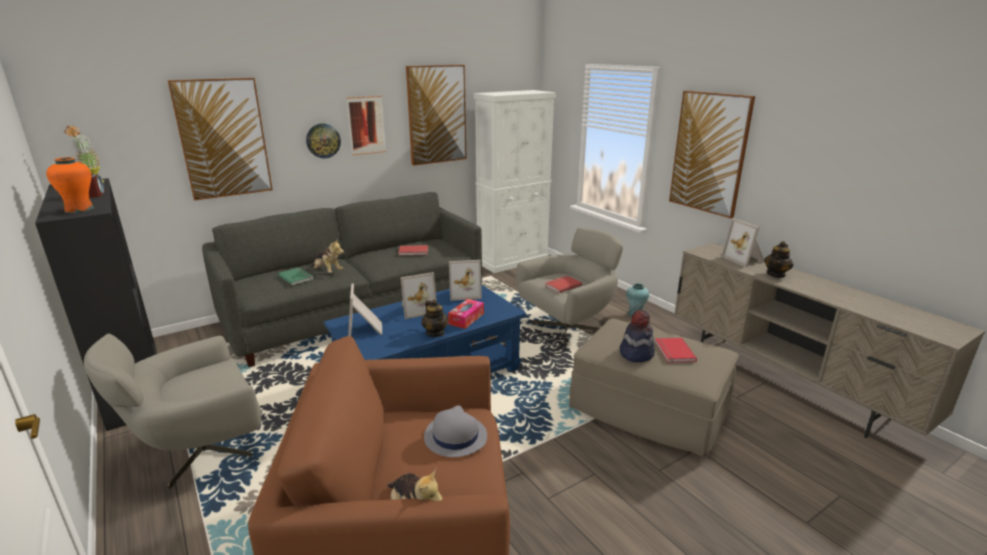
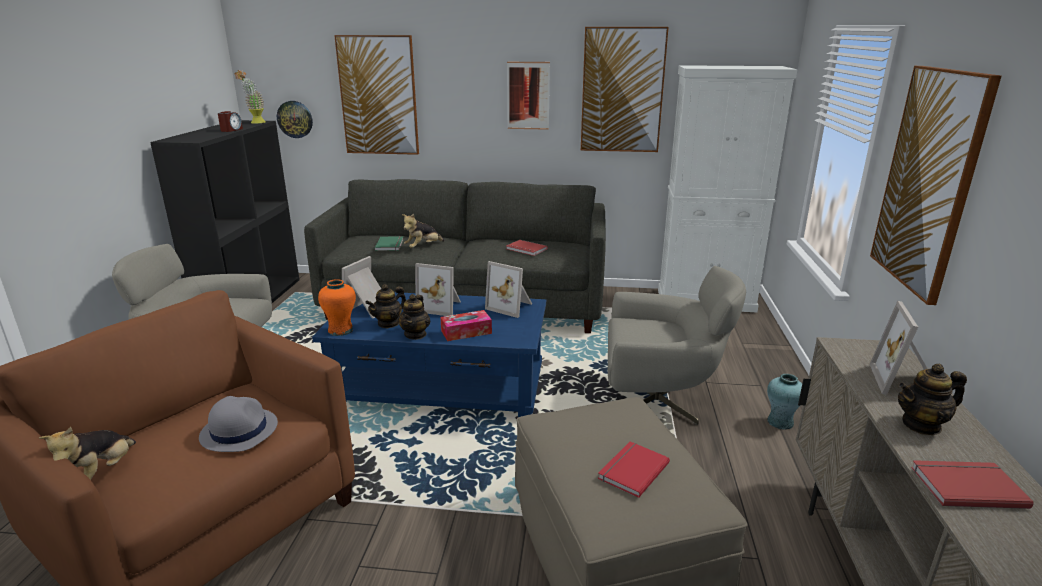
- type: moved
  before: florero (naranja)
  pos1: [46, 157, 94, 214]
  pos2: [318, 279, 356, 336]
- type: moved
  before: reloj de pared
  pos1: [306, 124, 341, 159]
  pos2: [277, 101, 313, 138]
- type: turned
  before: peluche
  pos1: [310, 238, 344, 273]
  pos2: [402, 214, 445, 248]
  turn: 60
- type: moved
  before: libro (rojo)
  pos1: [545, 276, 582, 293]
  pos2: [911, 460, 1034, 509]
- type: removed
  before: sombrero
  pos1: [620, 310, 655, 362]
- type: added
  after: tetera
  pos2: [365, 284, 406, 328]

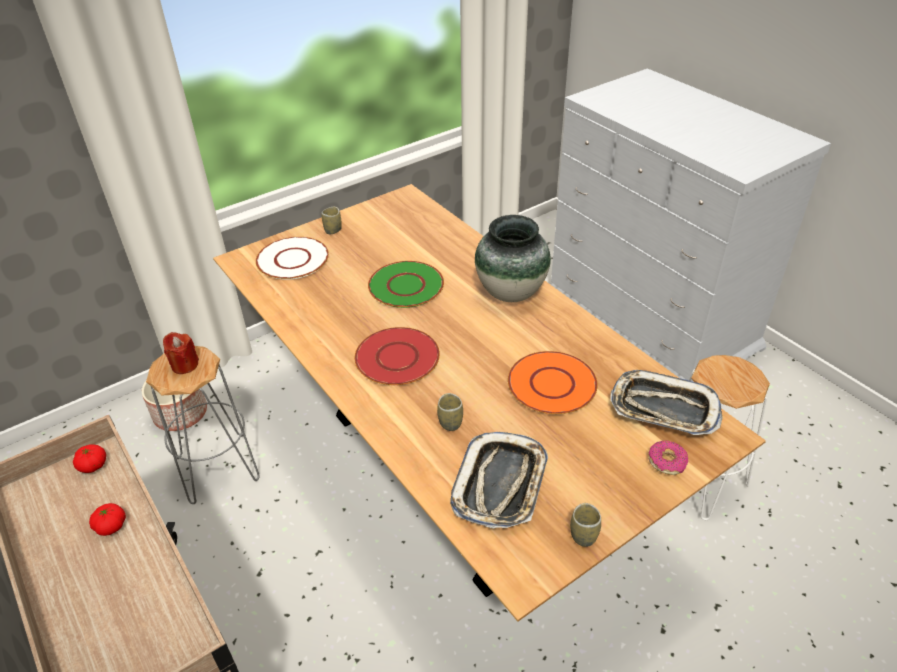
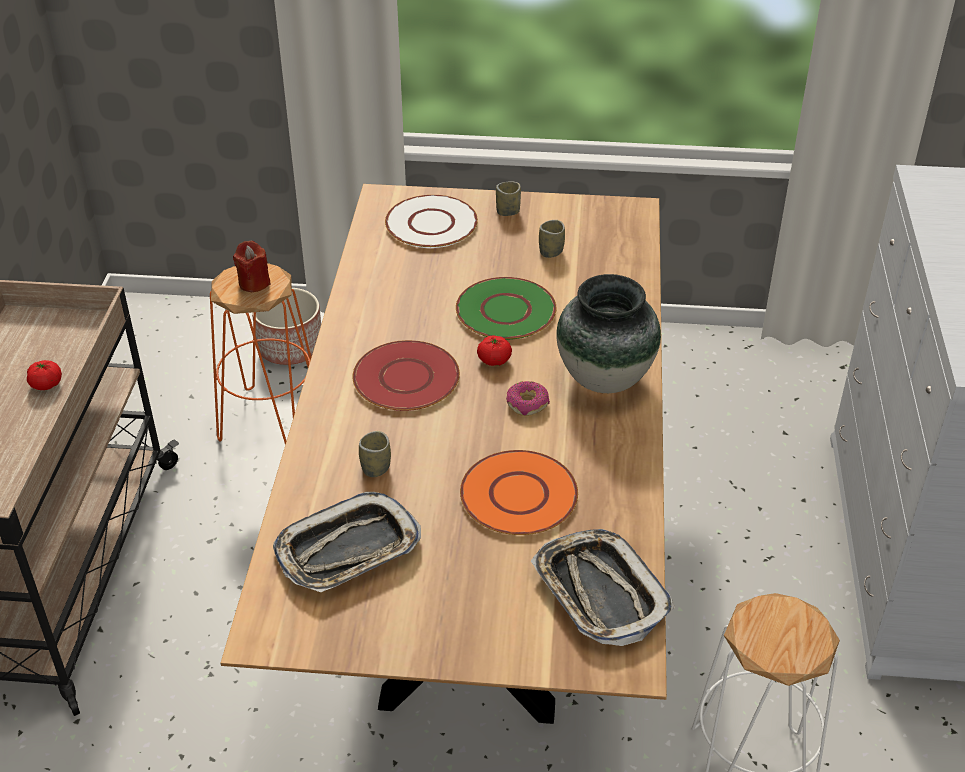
- type: moved
  before: tomate
  pos1: [73, 444, 106, 473]
  pos2: [477, 335, 512, 366]
- type: recoloured
  before: taburete (gris)
  after: taburete (naranja)
  pos1: [146, 346, 260, 504]
  pos2: [210, 263, 311, 444]
- type: moved
  before: taza
  pos1: [570, 503, 601, 547]
  pos2: [539, 220, 565, 258]
- type: moved
  before: rosquilla
  pos1: [648, 441, 688, 475]
  pos2: [506, 381, 550, 416]

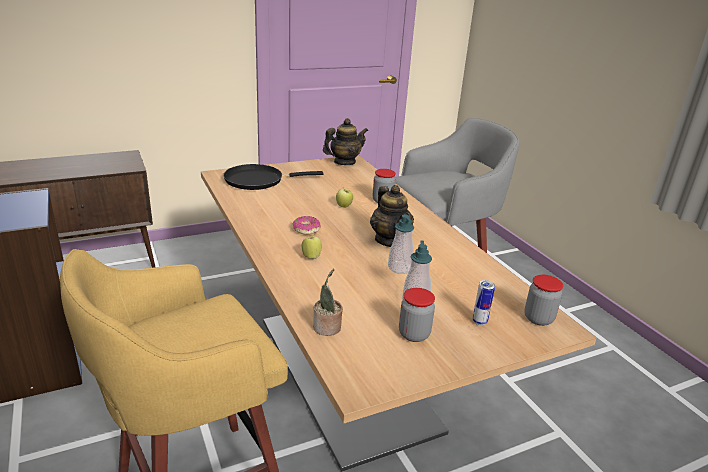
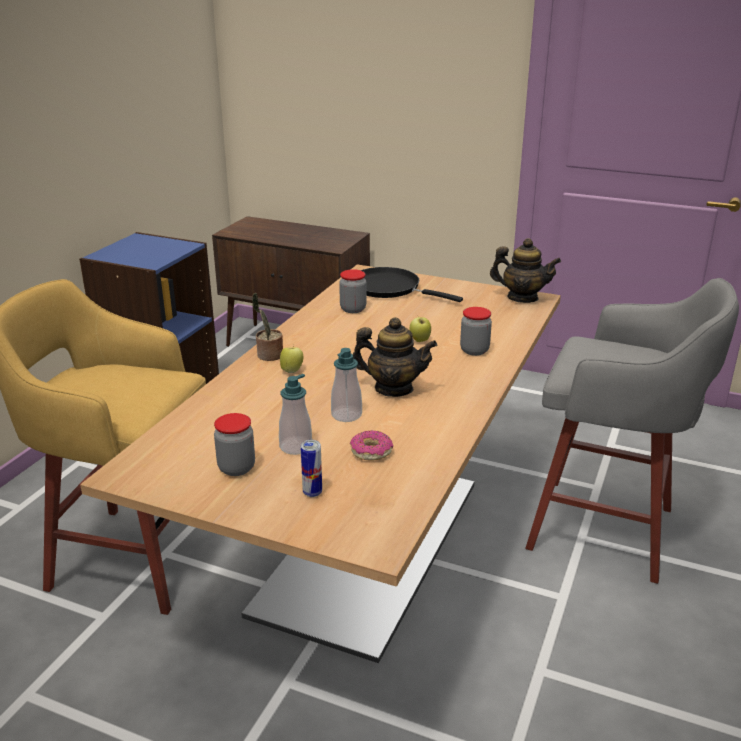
- type: moved
  before: rosquilla
  pos1: [293, 216, 321, 234]
  pos2: [350, 430, 393, 461]
- type: moved
  before: planta en maceta
  pos1: [313, 268, 343, 336]
  pos2: [252, 293, 283, 361]
- type: turned
  before: tetera
  pos1: [370, 185, 414, 247]
  pos2: [353, 317, 437, 397]
  turn: -105
- type: moved
  before: tarro
  pos1: [525, 275, 563, 326]
  pos2: [339, 269, 366, 313]

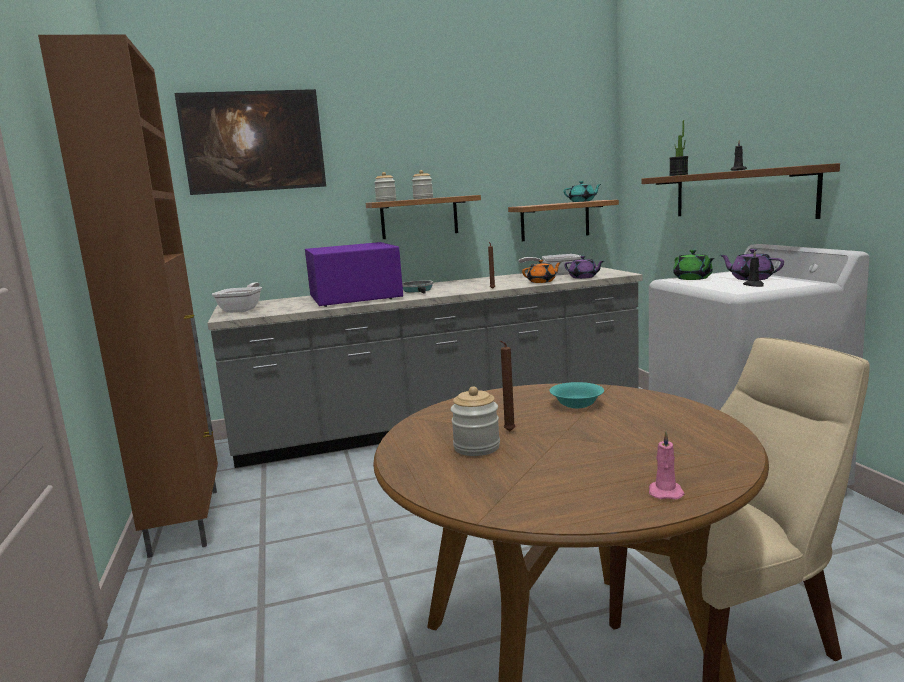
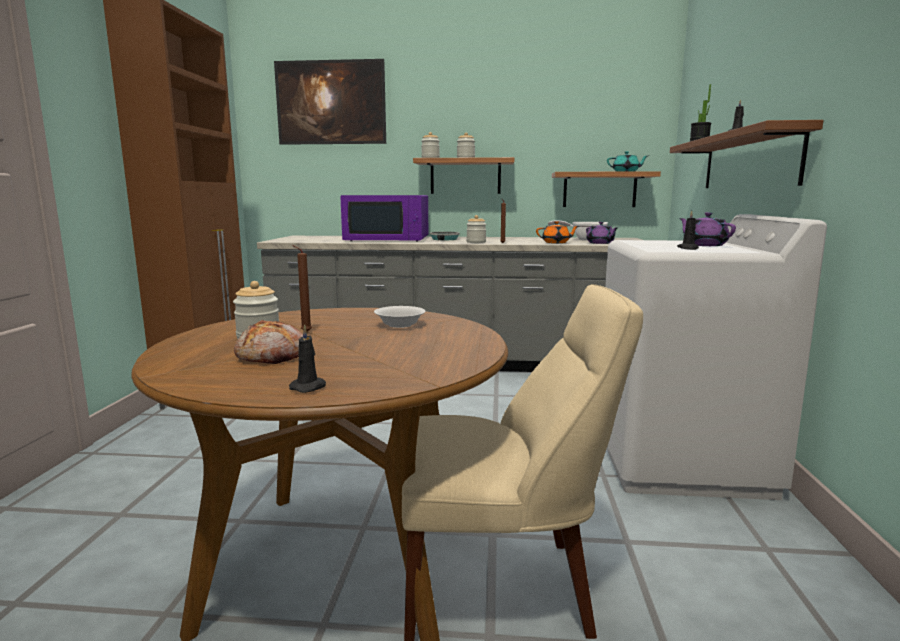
- type: removed
  before: sartén
  pos1: [212, 282, 262, 313]
- type: turned
  before: microondas (morado)
  pos1: [305, 242, 403, 307]
  pos2: [340, 195, 428, 242]
  turn: 90
- type: recoloured
  before: cuenco (turquesa)
  after: cuenco (blanco)
  pos1: [549, 382, 604, 408]
  pos2: [374, 306, 426, 328]
- type: recoloured
  before: vela (rosa)
  after: vela (negro)
  pos1: [649, 431, 684, 500]
  pos2: [289, 325, 326, 393]
- type: removed
  before: tetera (verde)
  pos1: [673, 250, 715, 280]
- type: added
  after: pan
  pos2: [234, 320, 303, 364]
- type: added
  after: tarro
  pos2: [466, 215, 486, 243]

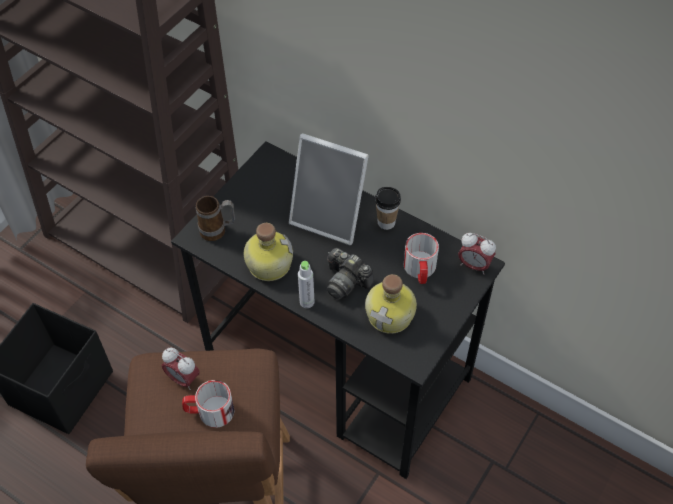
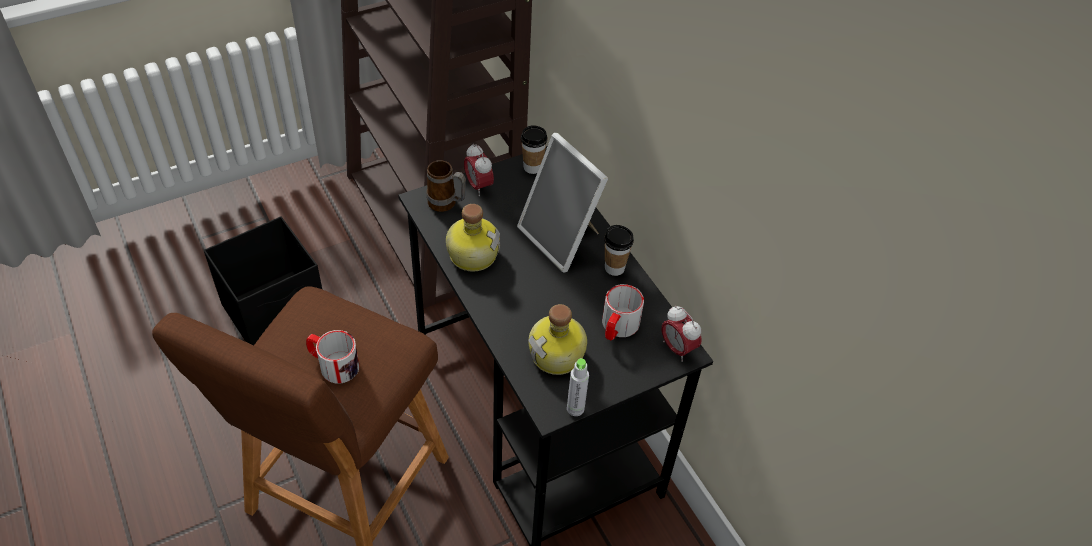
- type: moved
  before: despertador
  pos1: [162, 348, 200, 390]
  pos2: [464, 144, 494, 196]
- type: moved
  before: botella (gris)
  pos1: [298, 261, 315, 308]
  pos2: [567, 358, 589, 416]
- type: removed
  before: cámara
  pos1: [327, 248, 374, 300]
- type: added
  after: taza
  pos2: [521, 125, 548, 174]

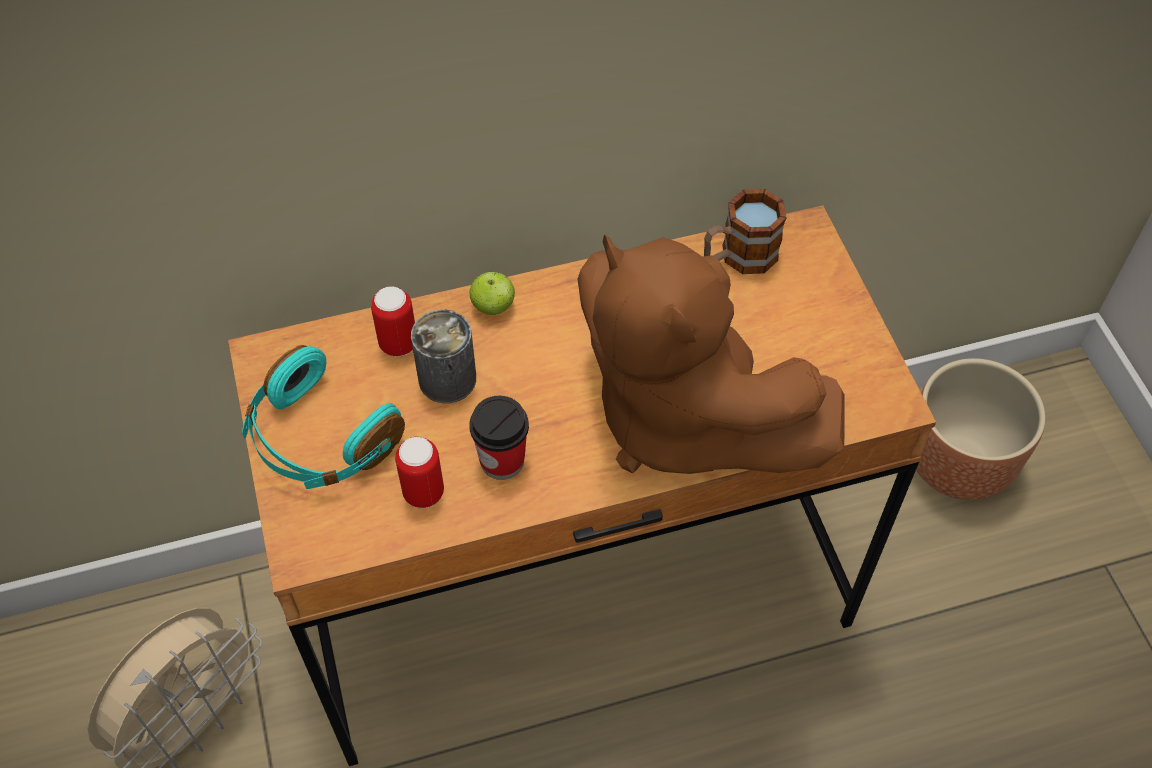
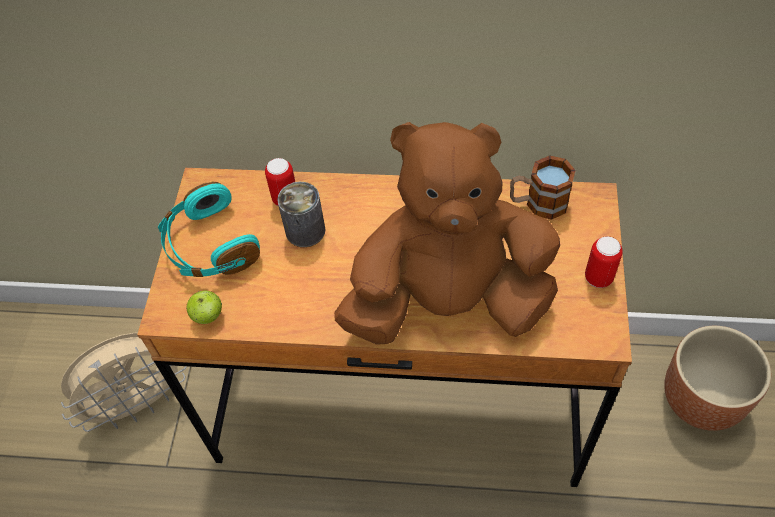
- type: moved
  before: lata
  pos1: [395, 437, 444, 508]
  pos2: [585, 236, 623, 288]
- type: moved
  before: manzana
  pos1: [469, 272, 515, 315]
  pos2: [186, 291, 222, 324]
- type: removed
  before: taza
  pos1: [469, 396, 529, 480]
- type: turned
  before: peluche (marrón)
  pos1: [578, 235, 845, 474]
  pos2: [334, 122, 560, 345]
  turn: 105

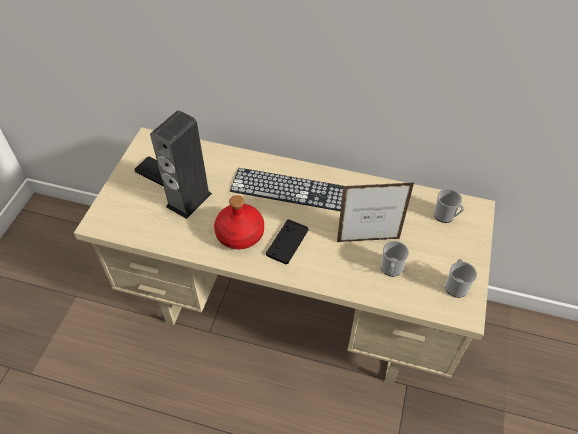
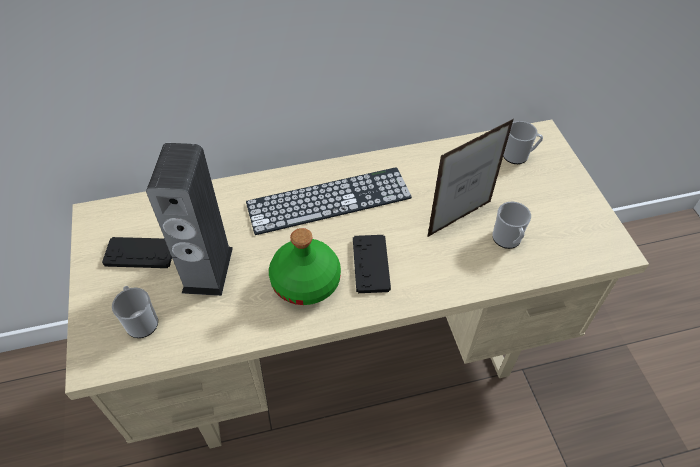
- type: recoloured
  before: botella (rojo)
  after: botella (verde)
  pos1: [214, 195, 264, 249]
  pos2: [269, 228, 341, 305]
- type: moved
  before: taza grande
  pos1: [445, 259, 477, 298]
  pos2: [112, 286, 158, 338]

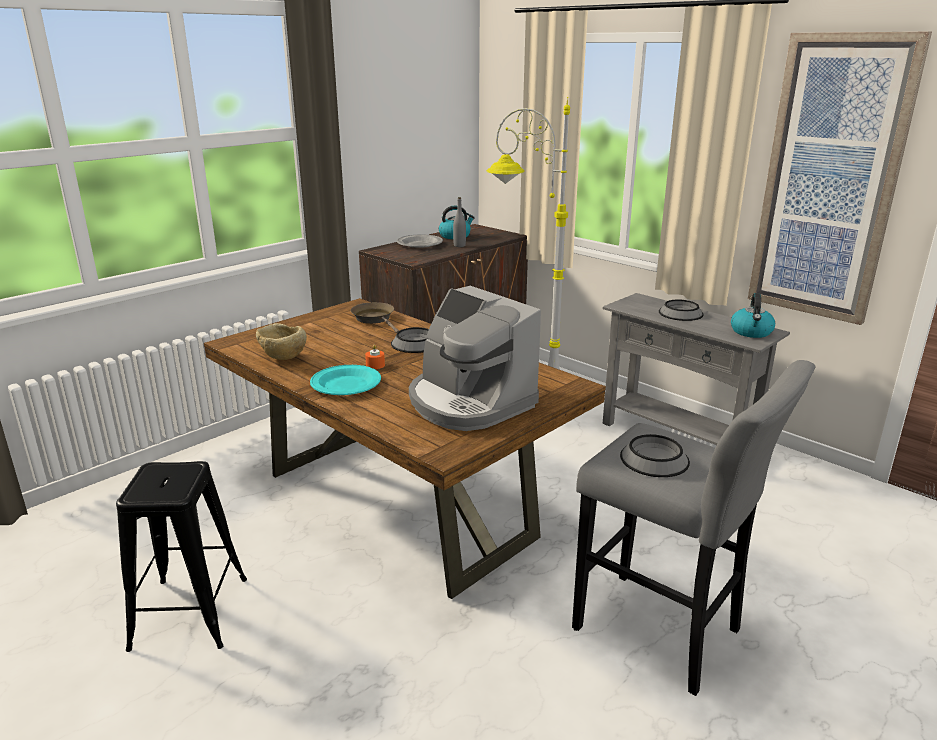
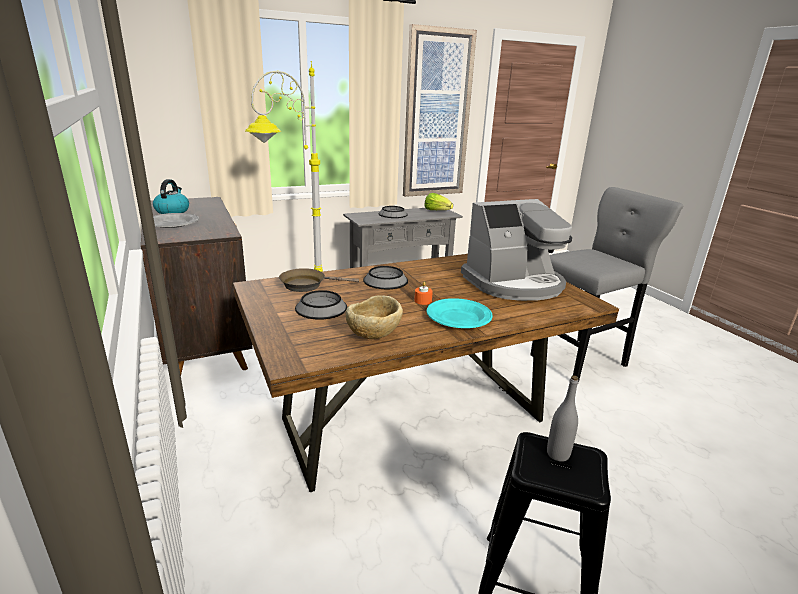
- type: moved
  before: botella (gris)
  pos1: [453, 197, 466, 247]
  pos2: [547, 375, 578, 462]
- type: moved
  before: cuenco
  pos1: [620, 434, 690, 477]
  pos2: [295, 290, 347, 320]
- type: replaced
  before: hervidor
  after: lechuga
  pos1: [731, 293, 775, 338]
  pos2: [424, 193, 453, 210]

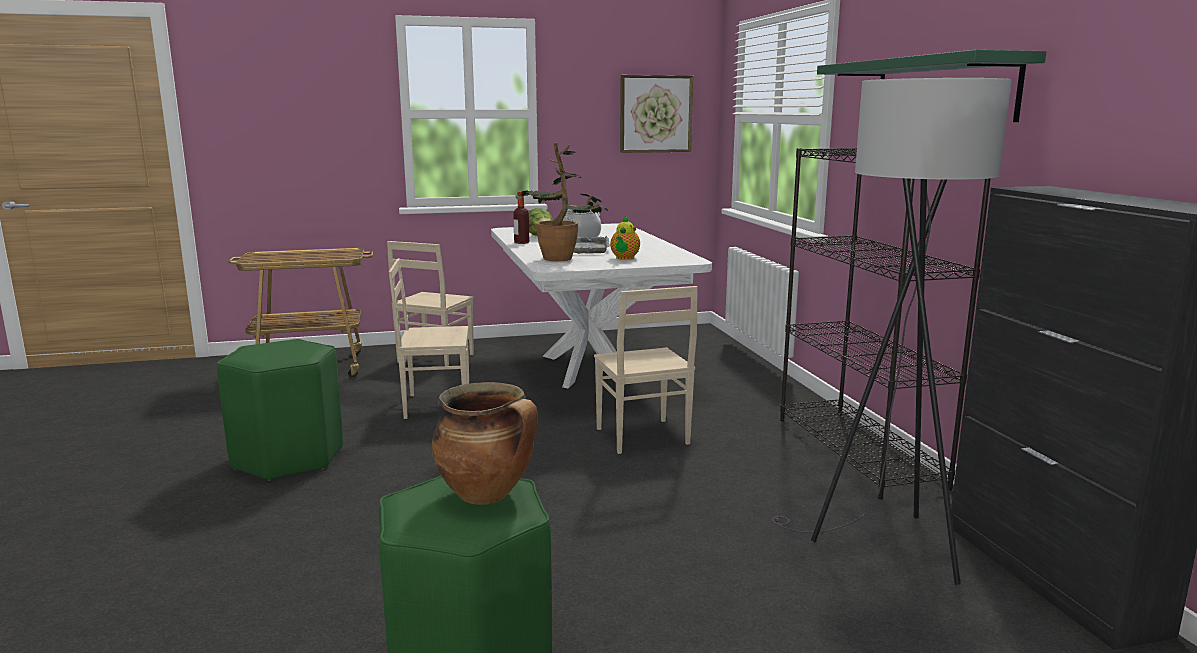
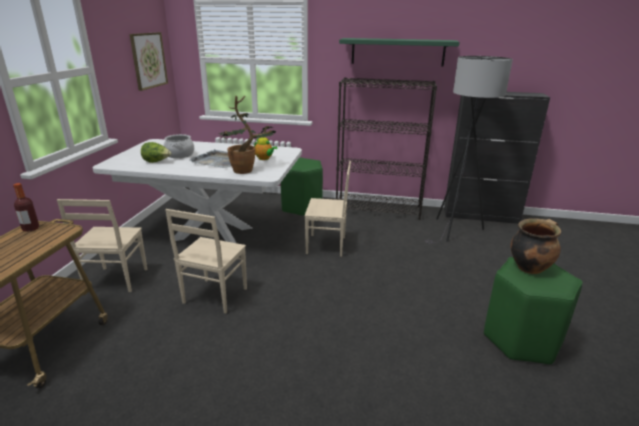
- type: moved
  before: taburete (verde)
  pos1: [217, 339, 343, 481]
  pos2: [281, 158, 323, 216]
- type: turned
  before: silla (beis)
  pos1: [387, 241, 474, 366]
  pos2: [57, 199, 147, 292]
  turn: 45
- type: moved
  before: botella
  pos1: [513, 191, 529, 244]
  pos2: [13, 183, 39, 232]

